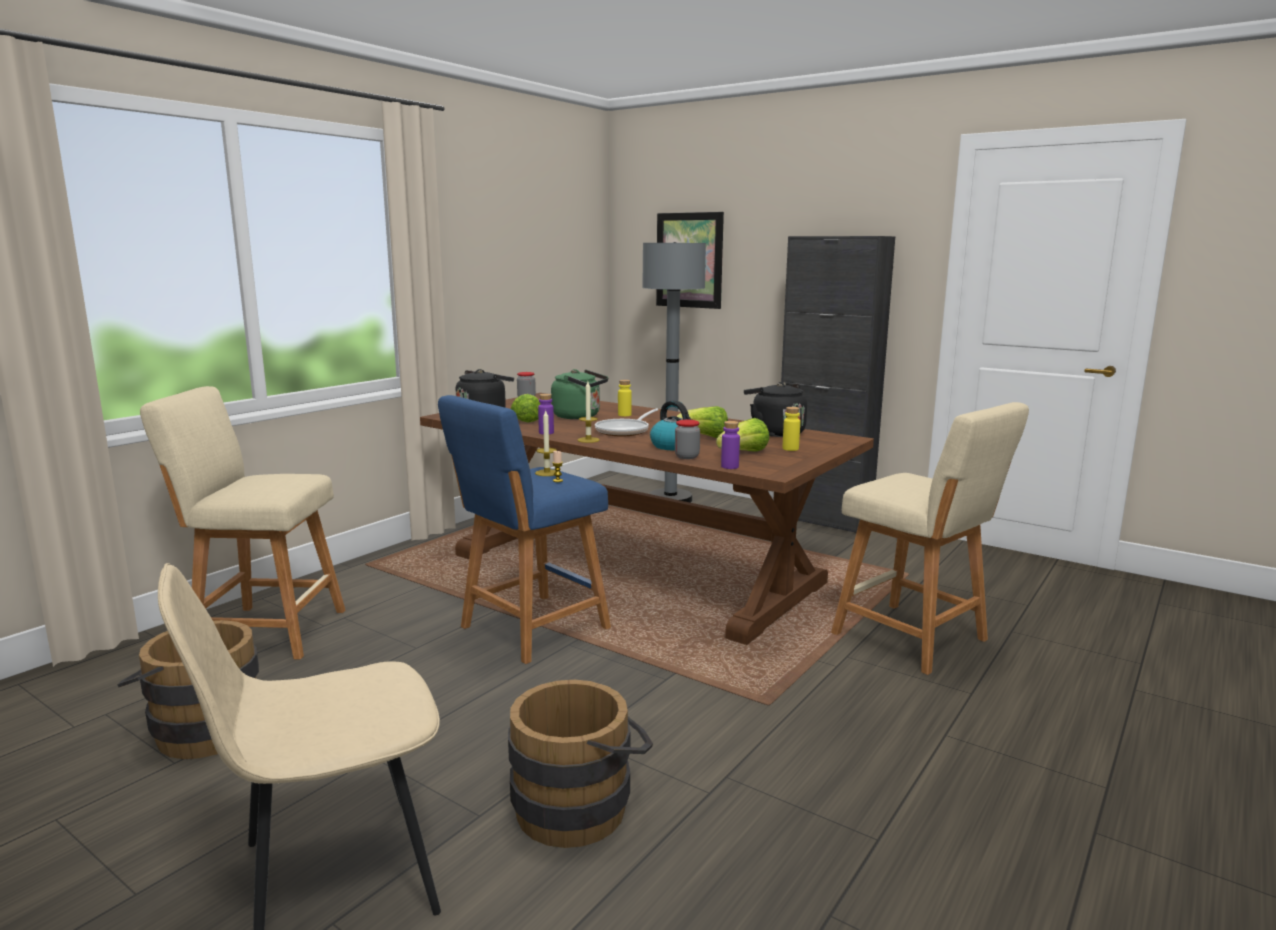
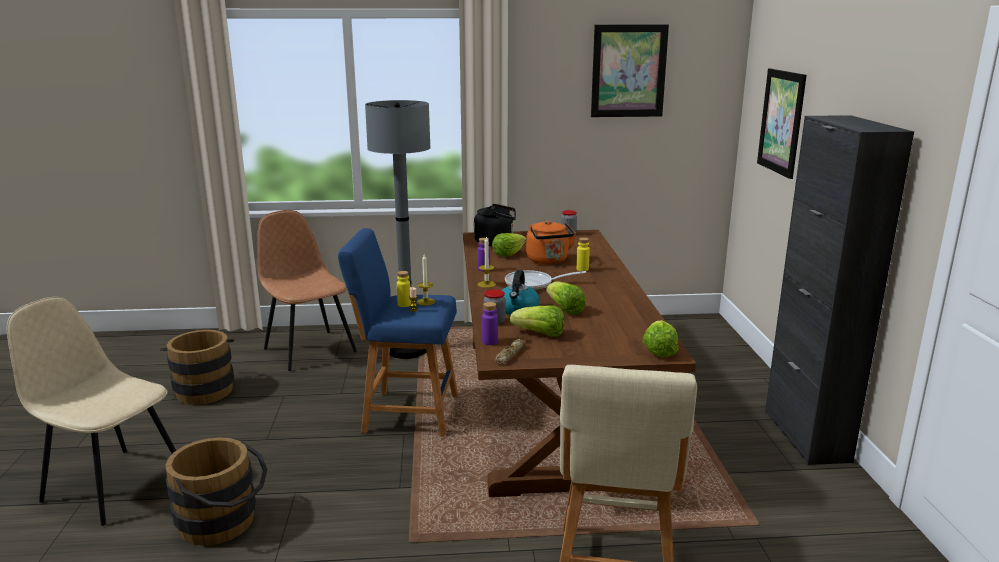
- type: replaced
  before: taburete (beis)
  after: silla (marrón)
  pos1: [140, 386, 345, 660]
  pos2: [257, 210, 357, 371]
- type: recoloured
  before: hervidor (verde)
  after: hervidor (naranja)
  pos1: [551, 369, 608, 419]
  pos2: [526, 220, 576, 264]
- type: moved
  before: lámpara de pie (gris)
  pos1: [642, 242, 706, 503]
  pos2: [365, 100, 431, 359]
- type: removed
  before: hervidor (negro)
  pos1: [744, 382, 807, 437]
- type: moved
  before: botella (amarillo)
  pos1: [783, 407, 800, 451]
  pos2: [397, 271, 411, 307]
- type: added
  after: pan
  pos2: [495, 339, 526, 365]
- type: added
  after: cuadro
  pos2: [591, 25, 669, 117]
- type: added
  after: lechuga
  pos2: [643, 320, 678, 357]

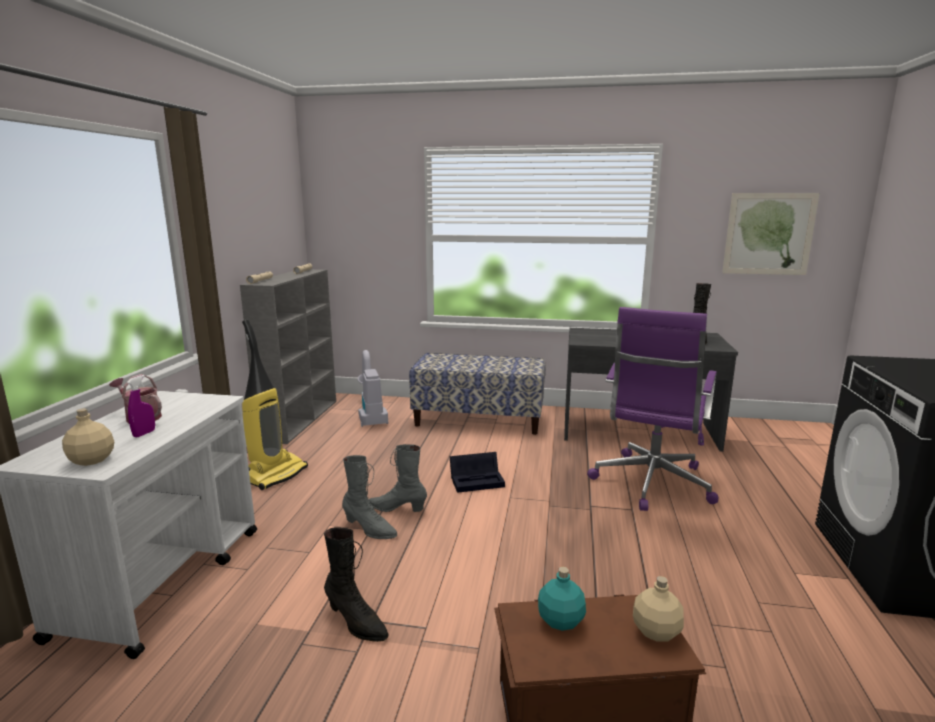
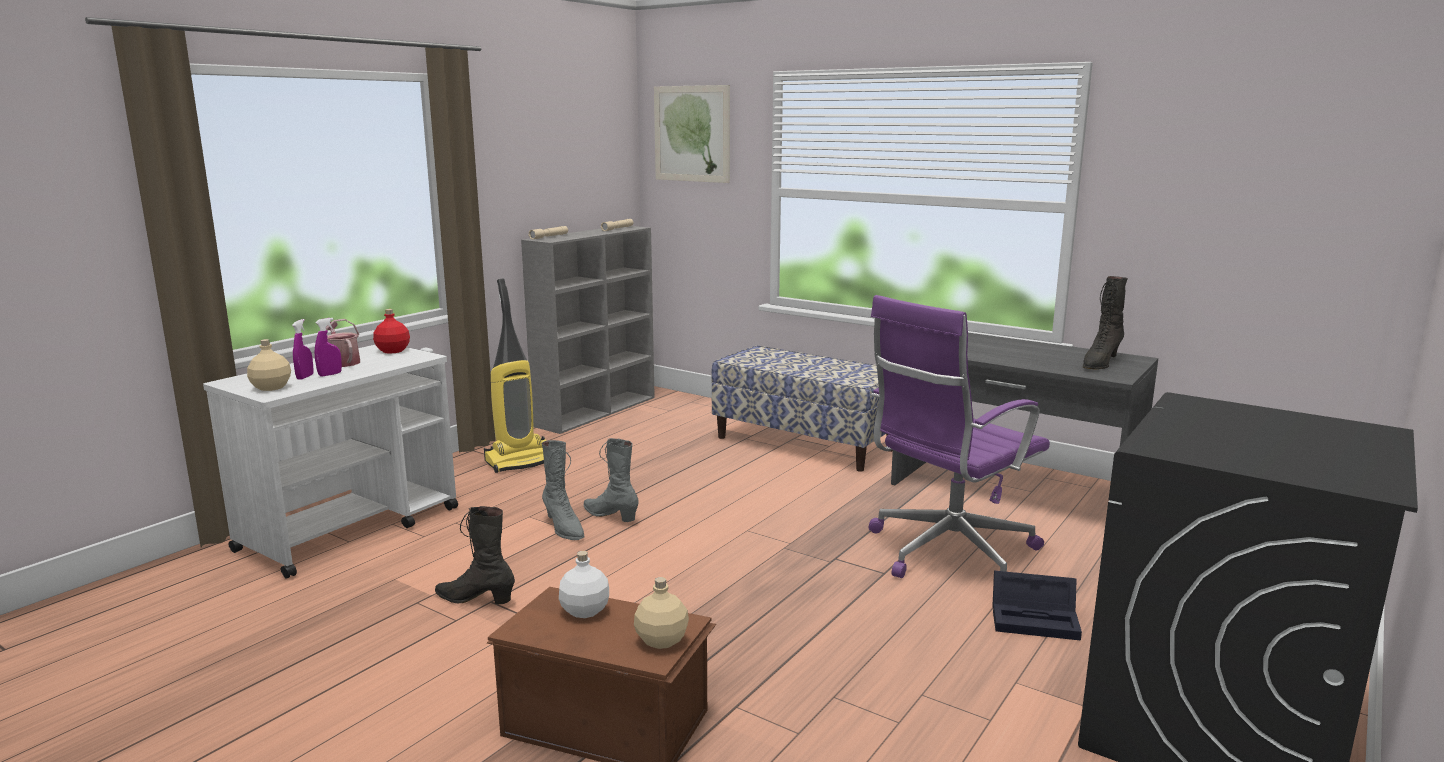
- type: turned
  before: bota (negro)
  pos1: [324, 527, 388, 642]
  pos2: [435, 506, 515, 604]
  turn: 135
- type: removed
  before: aspiradora
  pos1: [358, 350, 388, 427]
- type: moved
  before: caja de almacenaje (negro)
  pos1: [450, 452, 505, 493]
  pos2: [992, 571, 1082, 641]
- type: recoloured
  before: botella (turquesa)
  after: botella (blanco)
  pos1: [538, 567, 586, 631]
  pos2: [559, 551, 609, 618]
- type: moved
  before: cuadro
  pos1: [722, 193, 820, 275]
  pos2: [654, 85, 730, 183]
- type: added
  after: pulverizador (morado)
  pos2: [292, 319, 314, 380]
- type: added
  after: botella (rojo)
  pos2: [373, 309, 410, 354]

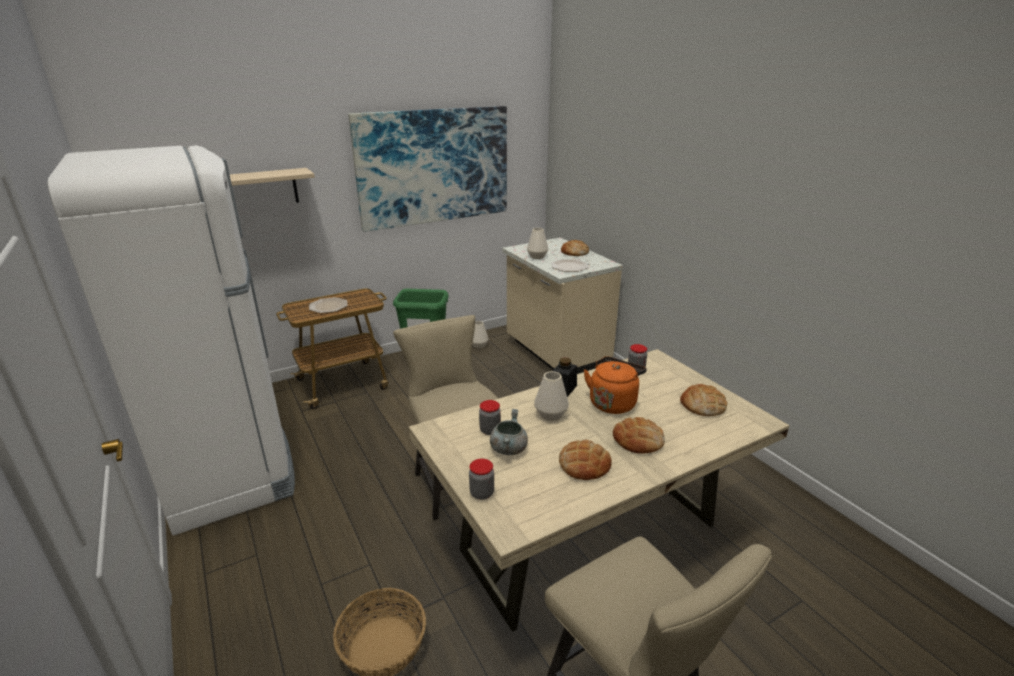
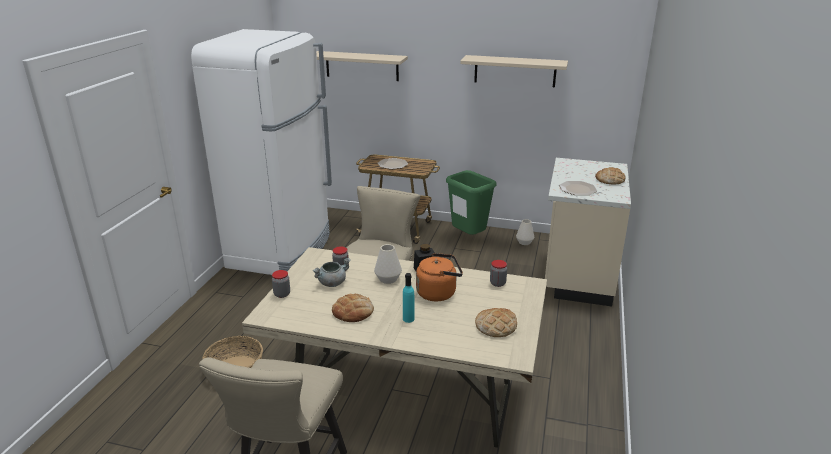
- type: replaced
  before: cuadro
  after: estante (beis)
  pos1: [348, 106, 507, 232]
  pos2: [460, 55, 568, 87]
- type: removed
  before: florero (blanco)
  pos1: [527, 228, 548, 259]
- type: replaced
  before: pan
  after: botella (turquesa)
  pos1: [613, 417, 665, 454]
  pos2: [403, 273, 414, 323]

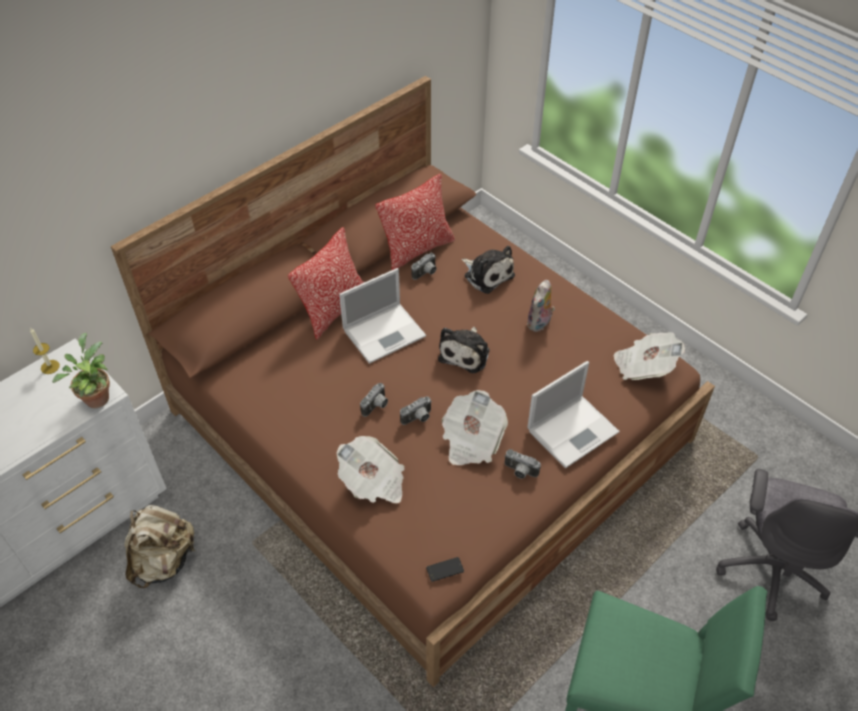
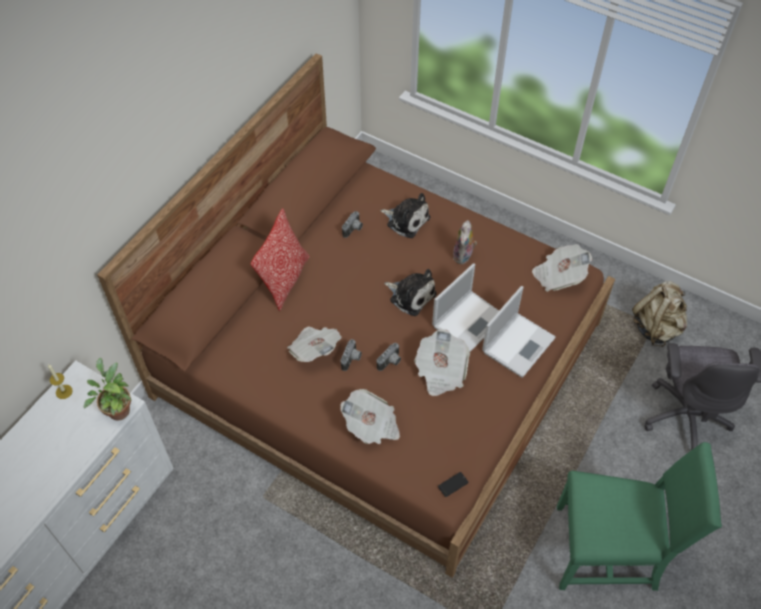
- type: moved
  before: mochila (beis)
  pos1: [124, 505, 197, 588]
  pos2: [632, 281, 687, 347]
- type: moved
  before: portátil
  pos1: [339, 268, 426, 364]
  pos2: [432, 263, 499, 352]
- type: removed
  before: cojín
  pos1: [376, 174, 455, 270]
- type: turned
  before: peluche
  pos1: [438, 327, 490, 373]
  pos2: [384, 269, 437, 316]
  turn: -60
- type: removed
  before: cámara
  pos1: [504, 449, 541, 479]
- type: added
  after: periódico
  pos2: [287, 327, 342, 362]

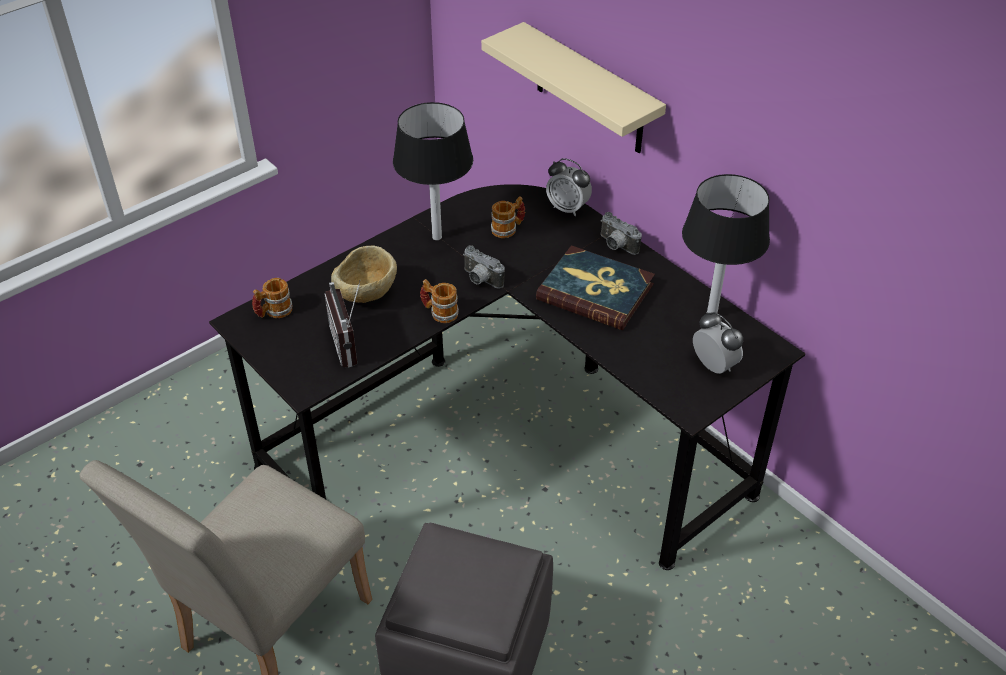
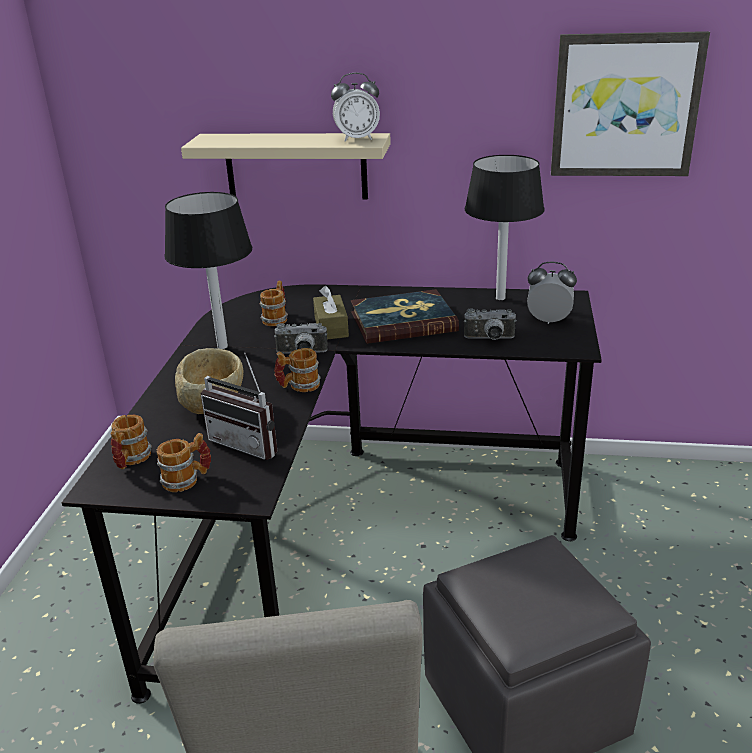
- type: moved
  before: despertador
  pos1: [546, 158, 592, 216]
  pos2: [331, 73, 380, 142]
- type: moved
  before: cámara
  pos1: [601, 212, 642, 255]
  pos2: [464, 308, 517, 340]
- type: added
  after: taza grande
  pos2: [157, 433, 211, 492]
- type: added
  after: caja de pañuelos (marrón)
  pos2: [313, 285, 349, 339]
- type: added
  after: cuadro
  pos2: [551, 31, 710, 176]

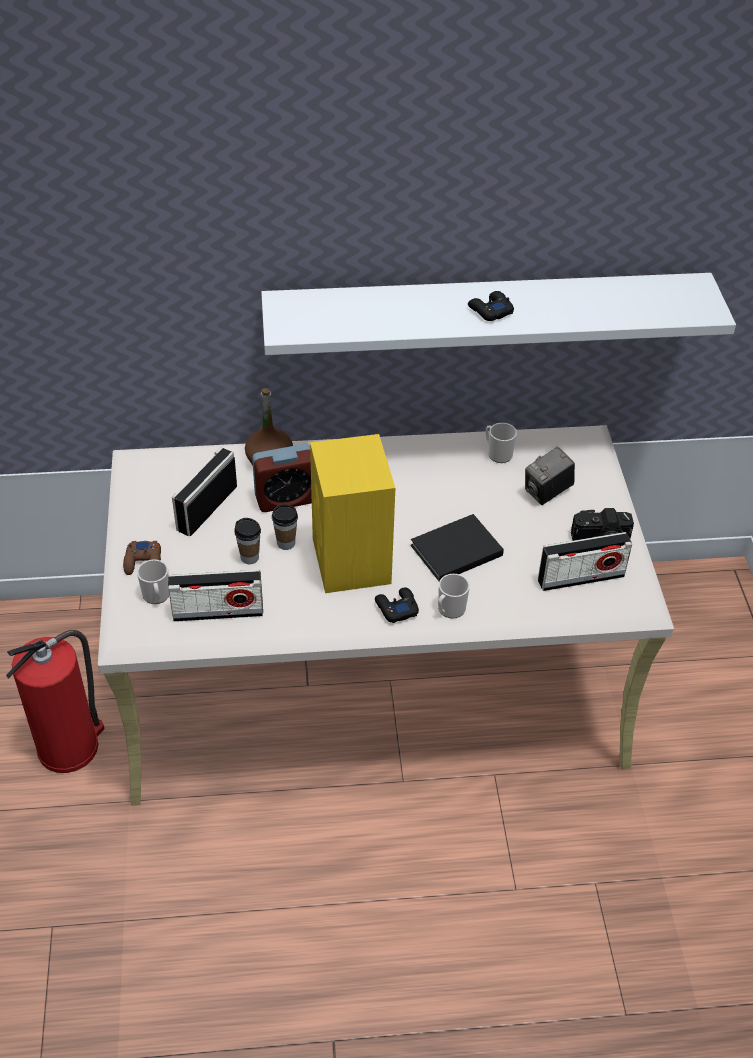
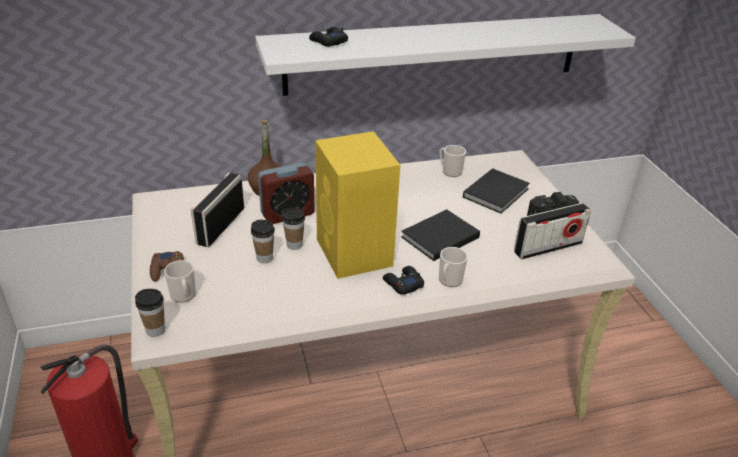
- type: removed
  before: radio
  pos1: [168, 570, 263, 622]
- type: moved
  before: mando de consola (negro)
  pos1: [468, 291, 514, 321]
  pos2: [309, 27, 348, 47]
- type: replaced
  before: cámara
  after: libro (negro)
  pos1: [525, 447, 575, 505]
  pos2: [463, 168, 530, 214]
- type: added
  after: taza
  pos2: [135, 289, 165, 337]

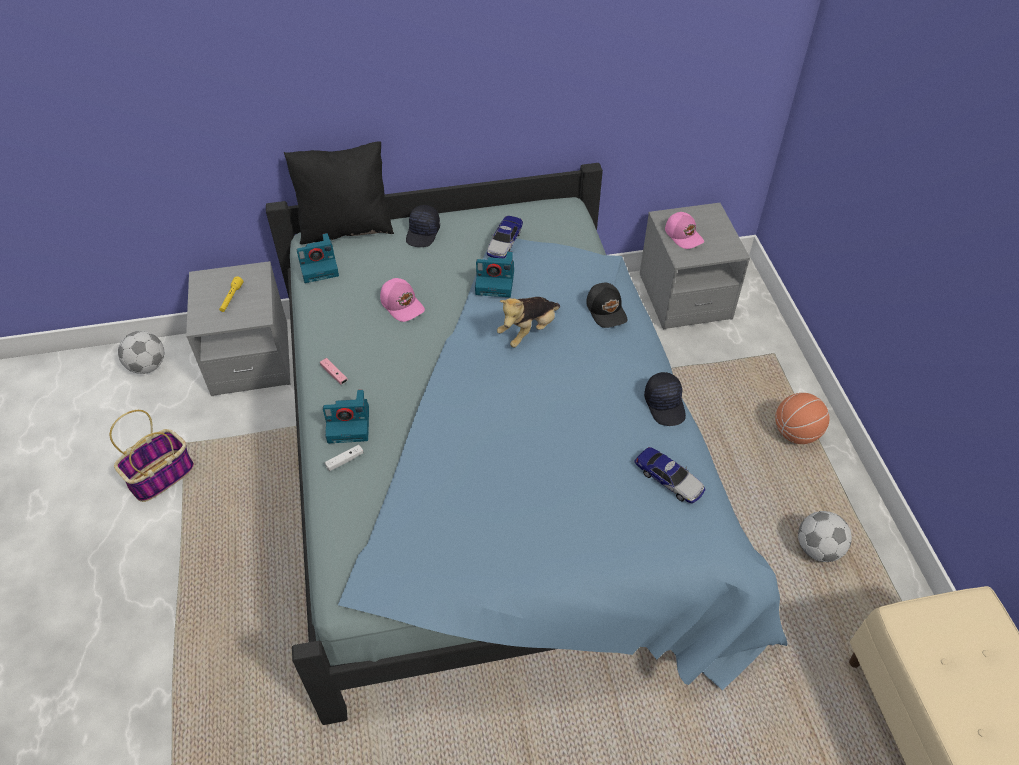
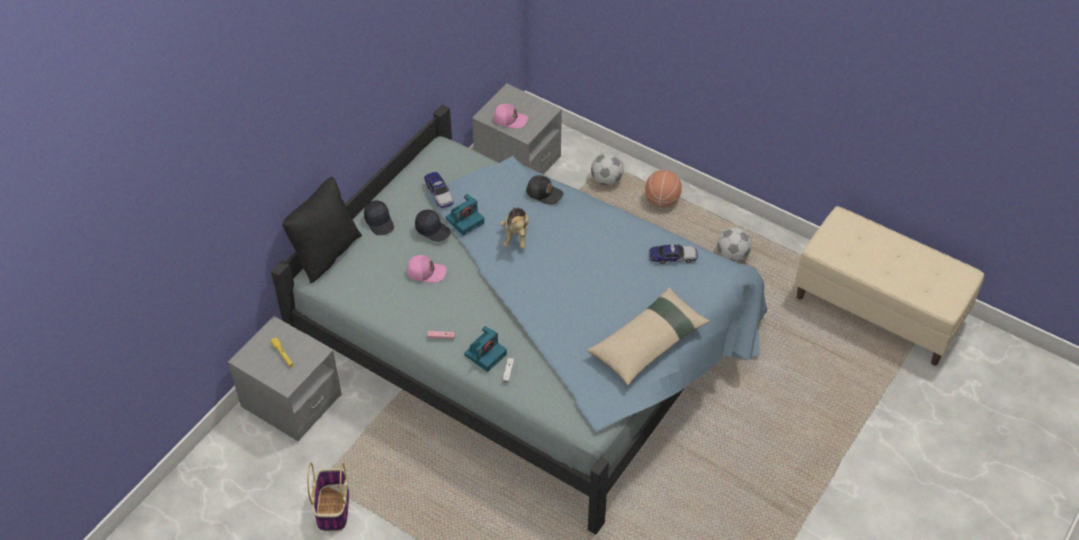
- type: moved
  before: balón de fútbol
  pos1: [118, 331, 164, 374]
  pos2: [591, 153, 624, 186]
- type: removed
  before: cámara
  pos1: [297, 233, 339, 283]
- type: moved
  before: gorra (negro)
  pos1: [644, 372, 686, 426]
  pos2: [415, 210, 451, 242]
- type: added
  after: cojín (beis)
  pos2: [586, 287, 710, 385]

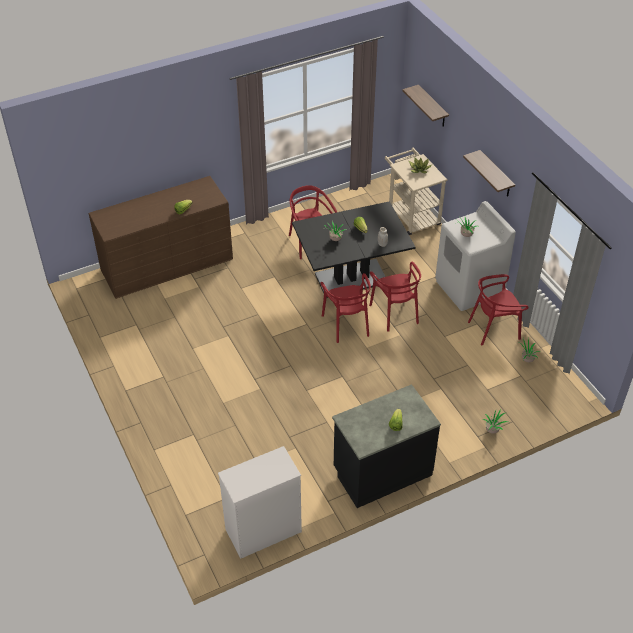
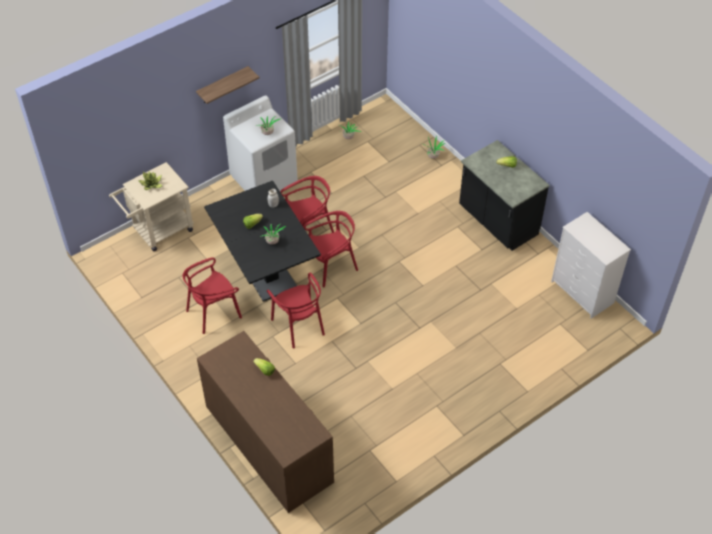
- type: removed
  before: estante
  pos1: [402, 85, 449, 127]
- type: moved
  before: silla (rojo)
  pos1: [468, 274, 529, 345]
  pos2: [267, 272, 325, 348]

